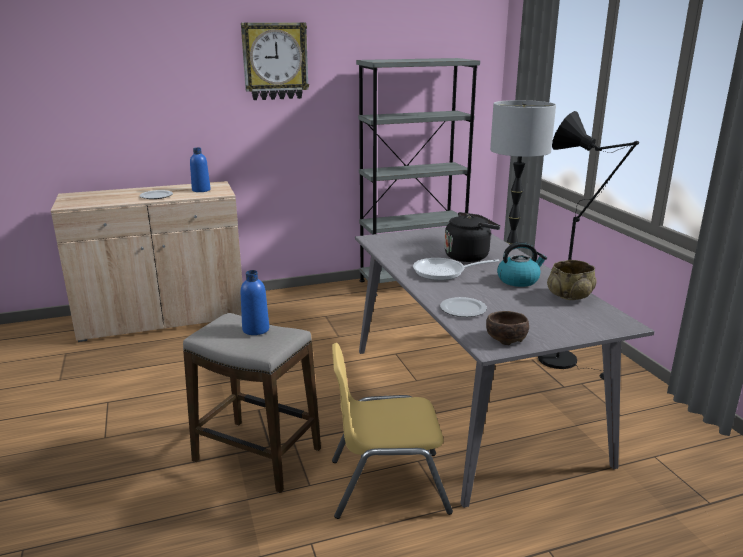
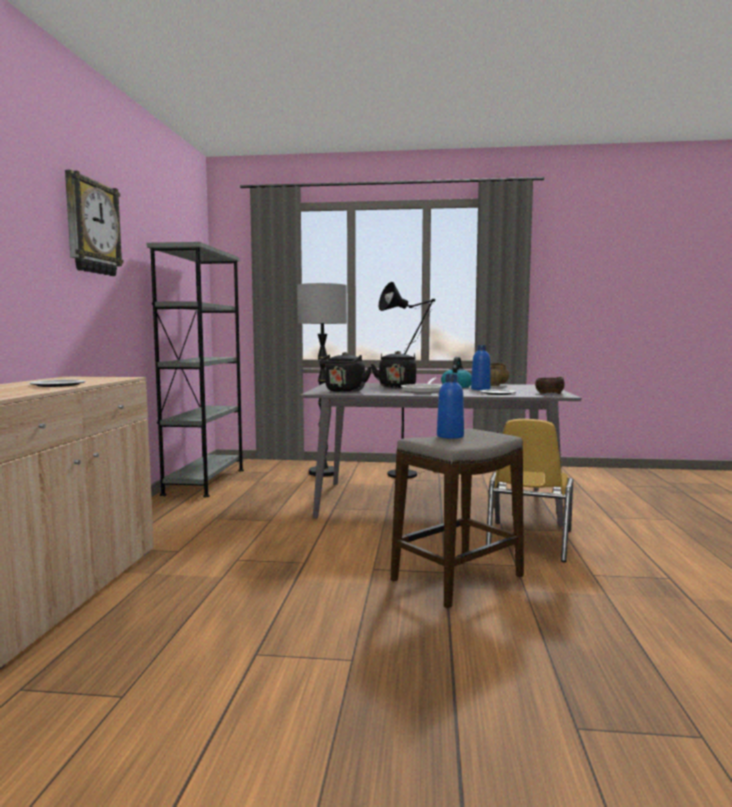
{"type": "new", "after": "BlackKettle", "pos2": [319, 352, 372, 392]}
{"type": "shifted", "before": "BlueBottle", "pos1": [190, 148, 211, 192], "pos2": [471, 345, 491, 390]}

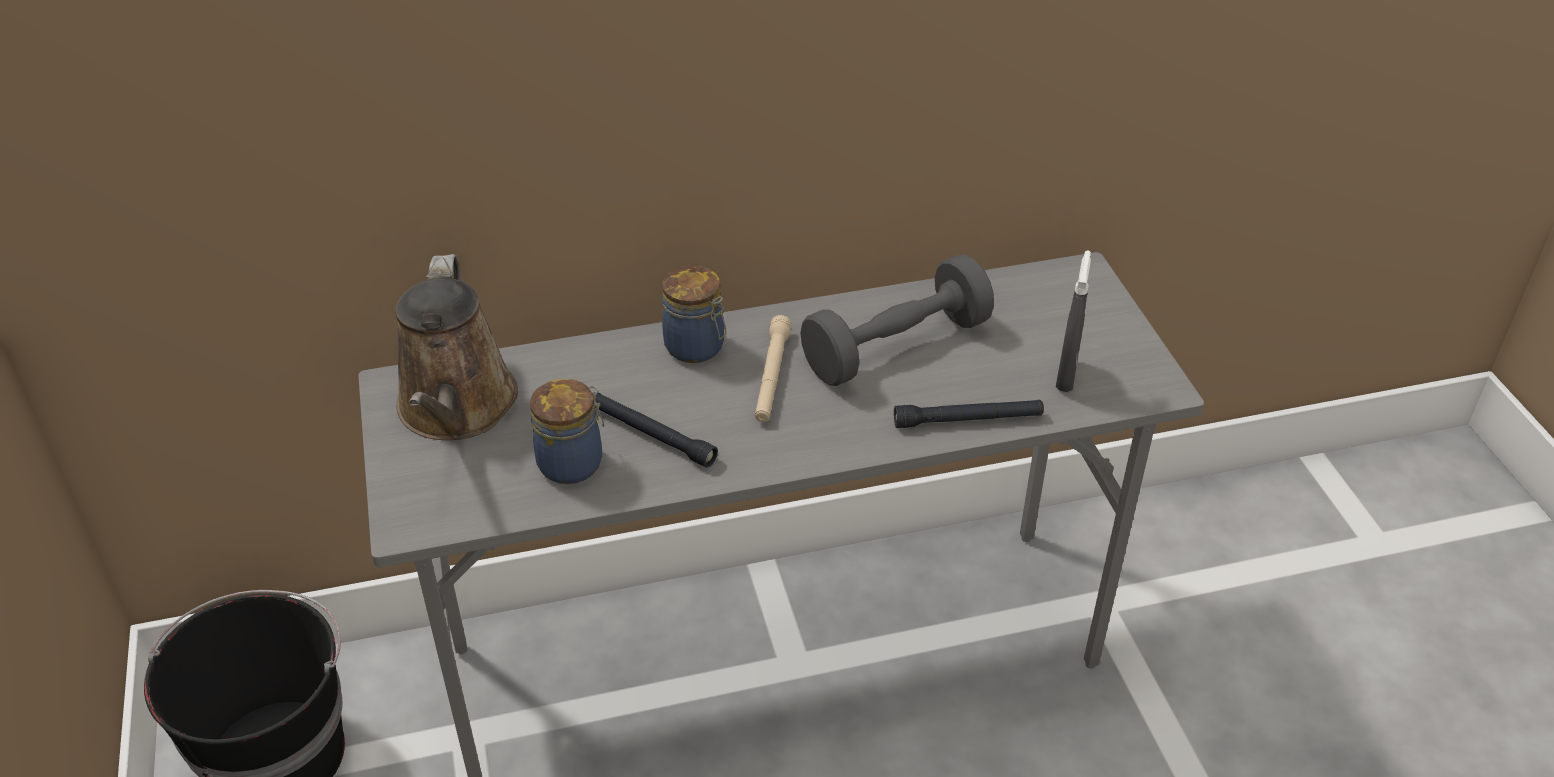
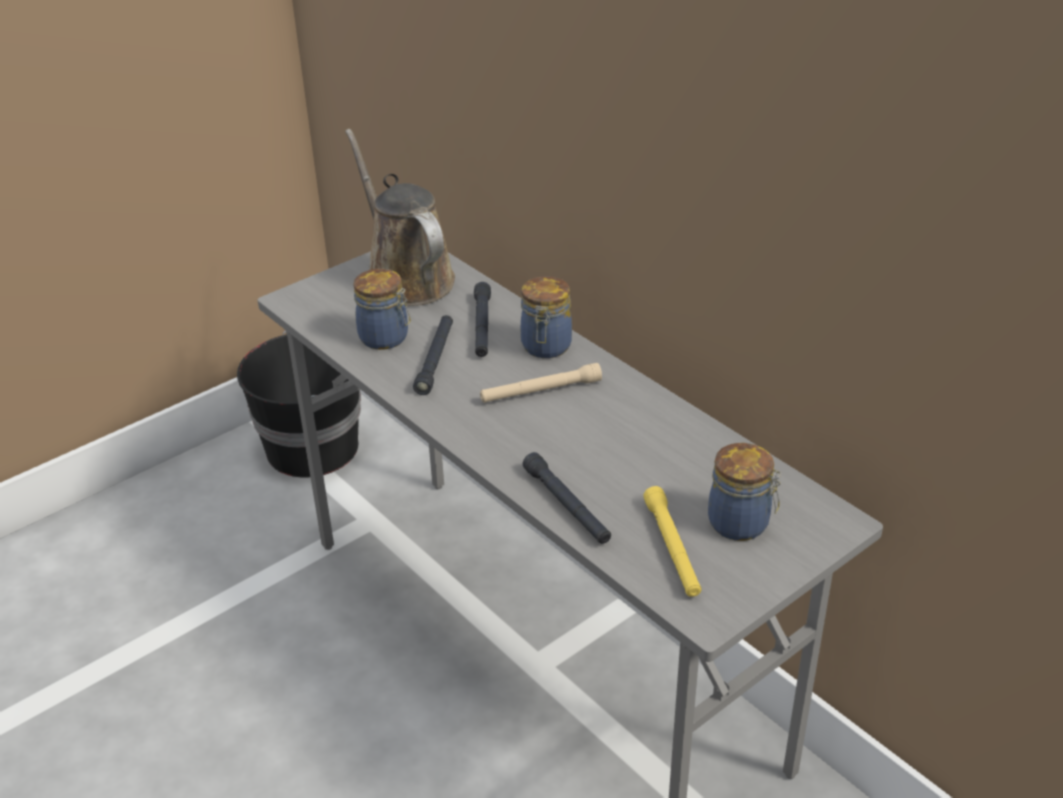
{"type": "rotated", "before": "BrownWateringCan", "pos1": [395, 254, 518, 440], "pos2": [345, 129, 455, 306], "turn": 90}
{"type": "new", "after": "BlackFlashlight", "pos2": [474, 282, 491, 357]}
{"type": "swapped", "before": "GreySprayBottle", "after": "YellowFlashlight", "pos1": [1056, 250, 1091, 392], "pos2": [643, 486, 702, 597]}
{"type": "new", "after": "Jar", "pos2": [708, 443, 781, 541]}
{"type": "gone", "before": "GreyDumbbell", "pos1": [800, 255, 994, 386]}

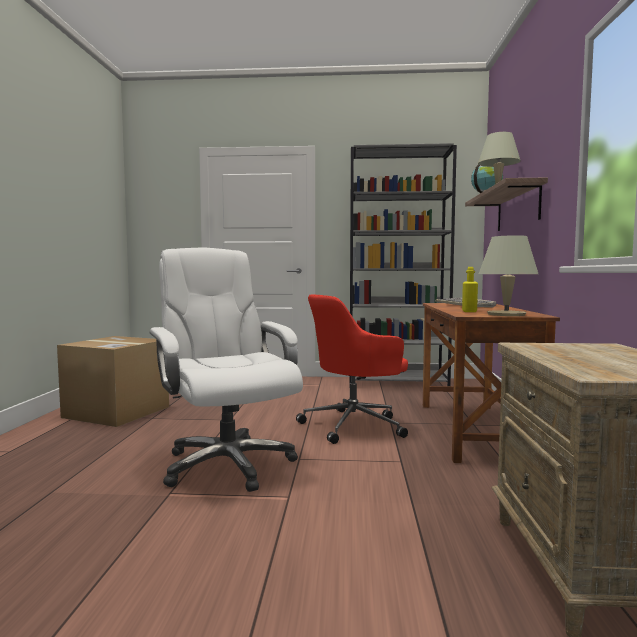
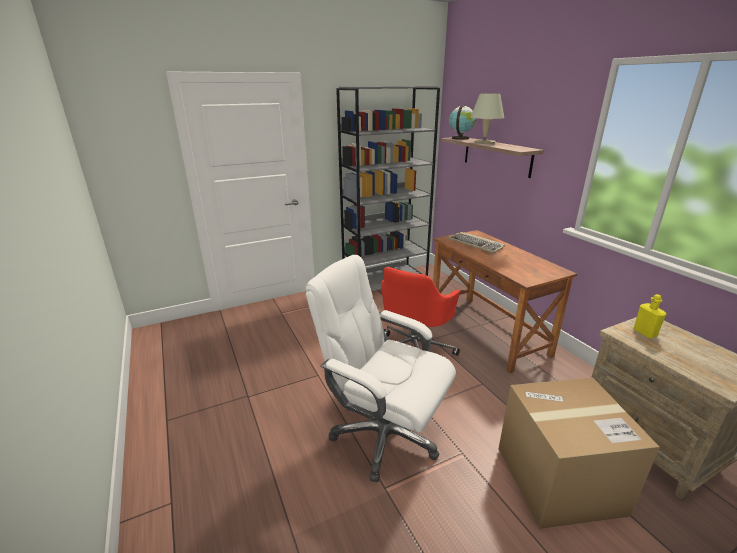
{"type": "shifted", "before": "CardboardBox", "pos1": [57, 336, 169, 427], "pos2": [499, 377, 660, 529]}
{"type": "shifted", "before": "YellowBottle", "pos1": [462, 267, 478, 312], "pos2": [633, 294, 666, 338]}
{"type": "gone", "before": "BeigeTableLamp", "pos1": [479, 235, 538, 316]}

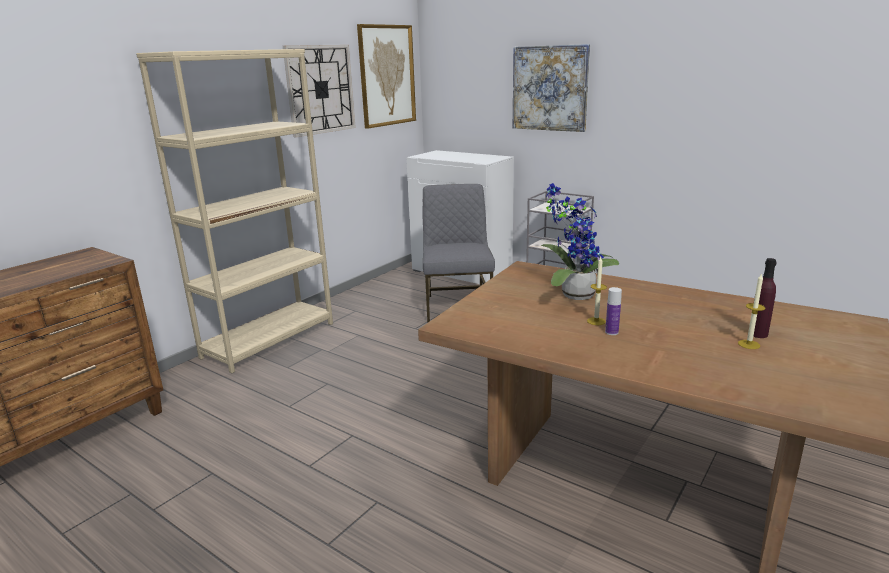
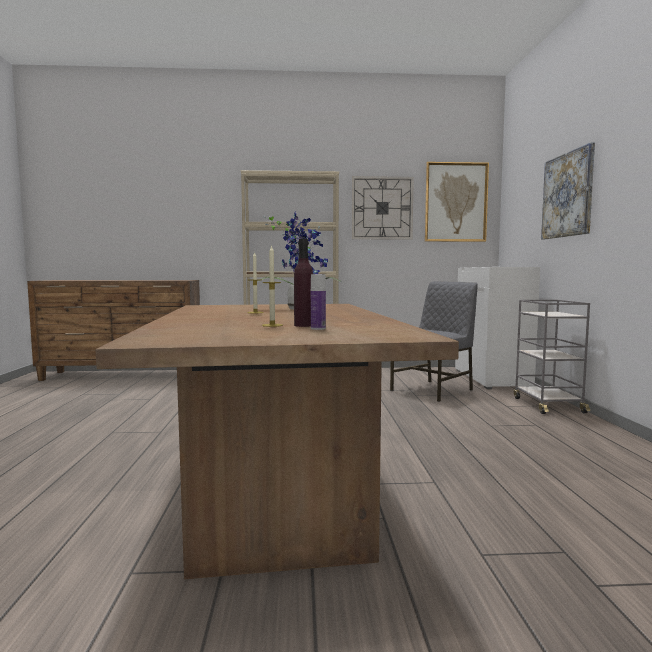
{"type": "shifted", "before": "Bottle", "pos1": [605, 287, 622, 335], "pos2": [311, 274, 326, 330]}

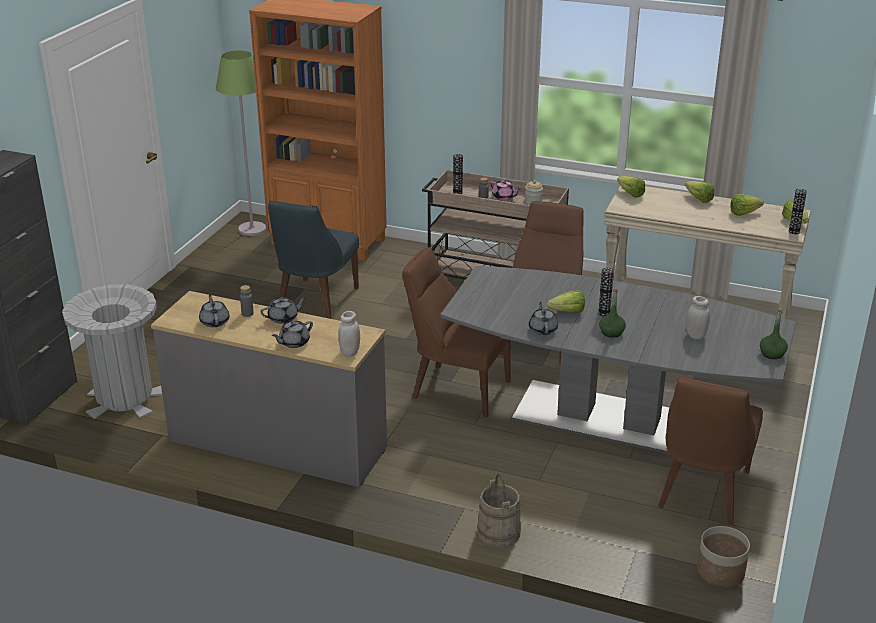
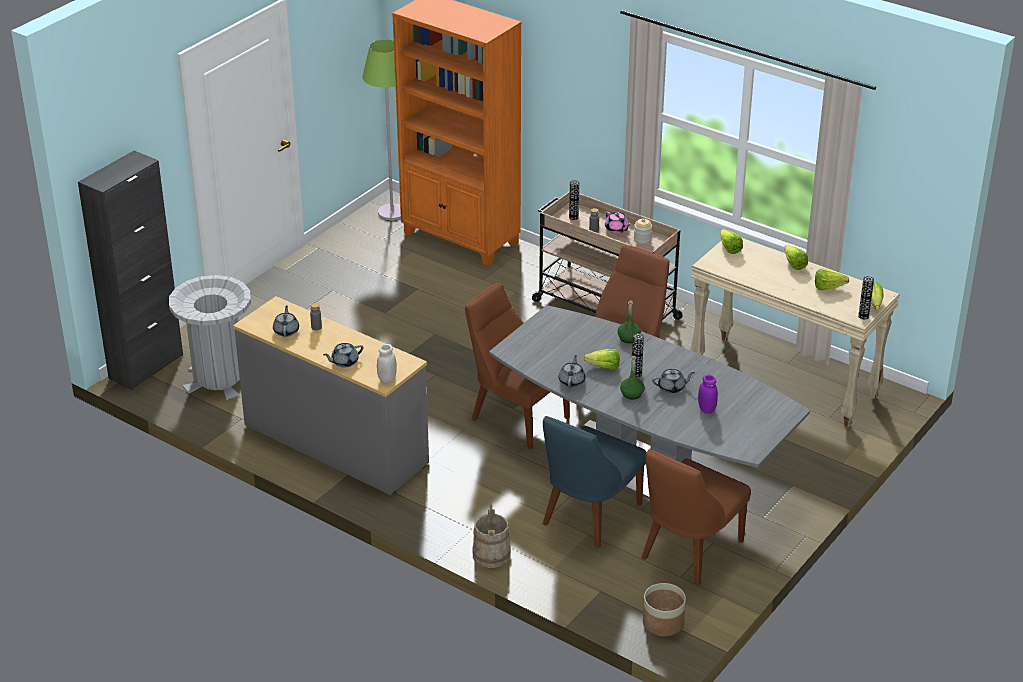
{"type": "shifted", "before": "BlueChair", "pos1": [268, 201, 359, 319], "pos2": [543, 416, 647, 548]}
{"type": "shifted", "before": "GreenBottle", "pos1": [760, 308, 788, 359], "pos2": [617, 300, 641, 343]}
{"type": "shifted", "before": "GreyTeapot", "pos1": [260, 297, 306, 324], "pos2": [652, 369, 695, 394]}
{"type": "repainted", "before": "WhiteJar", "after": "PurpleJar", "pos1": [686, 296, 710, 339], "pos2": [698, 374, 718, 414]}

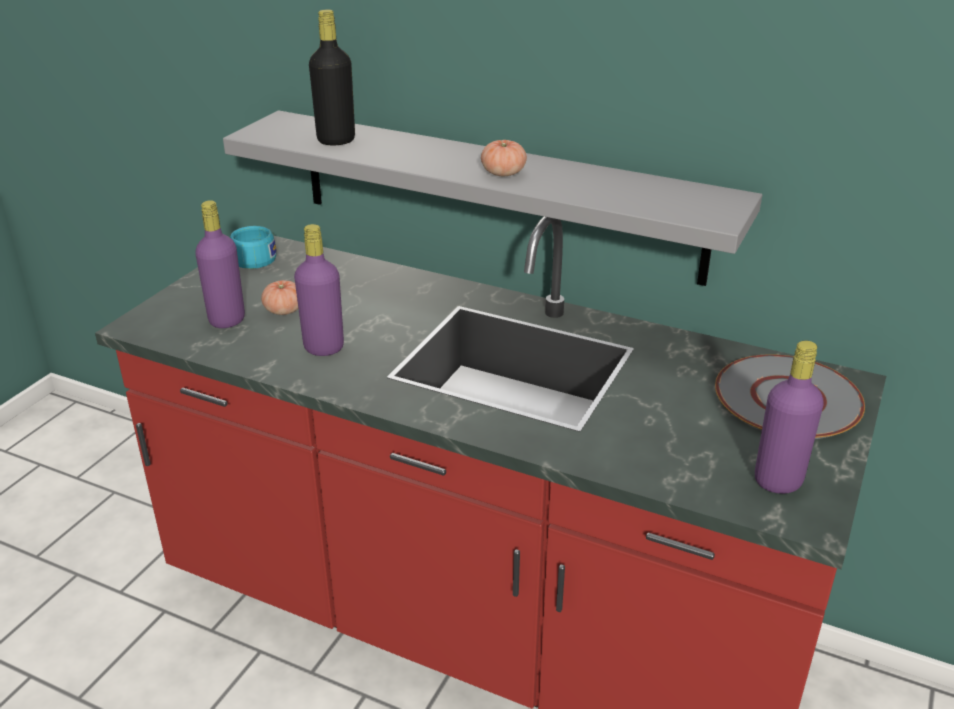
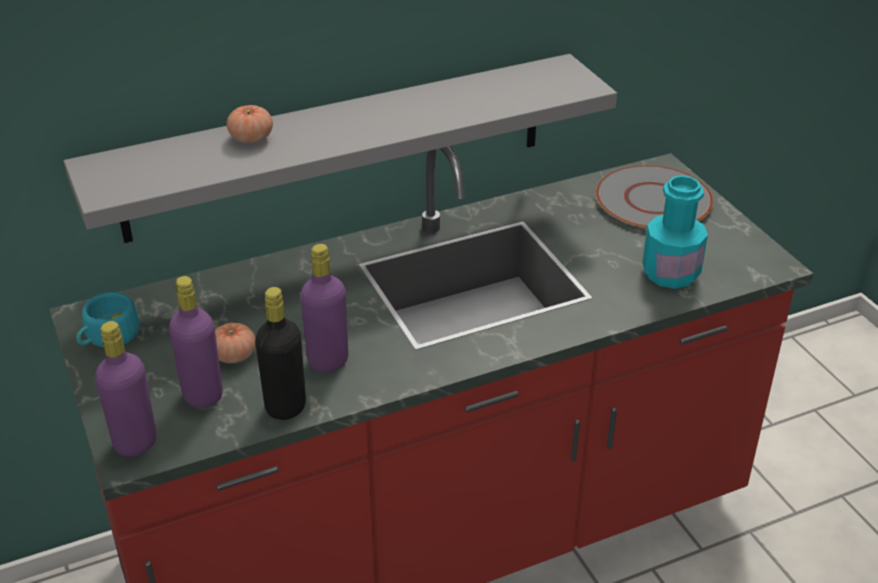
{"type": "shifted", "before": "PurpleBottle", "pos1": [755, 341, 824, 494], "pos2": [95, 321, 156, 457]}
{"type": "shifted", "before": "Tomato", "pos1": [481, 140, 527, 176], "pos2": [226, 105, 273, 143]}
{"type": "shifted", "before": "BlackBottle", "pos1": [309, 9, 355, 145], "pos2": [255, 287, 306, 420]}
{"type": "new", "after": "TurquoiseBottle", "pos2": [642, 175, 708, 289]}

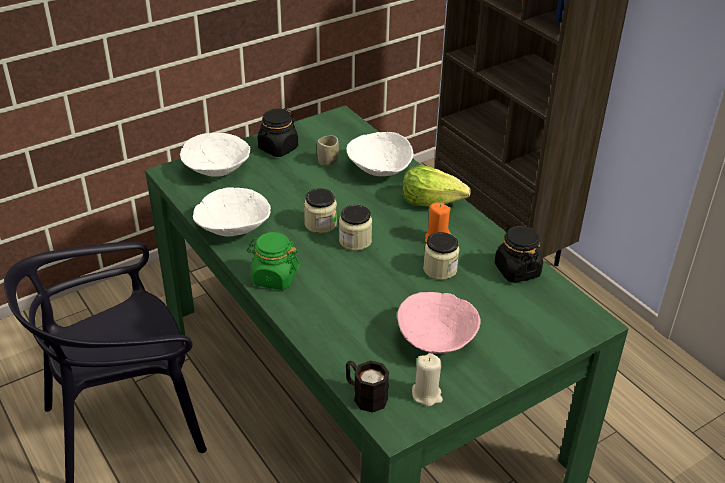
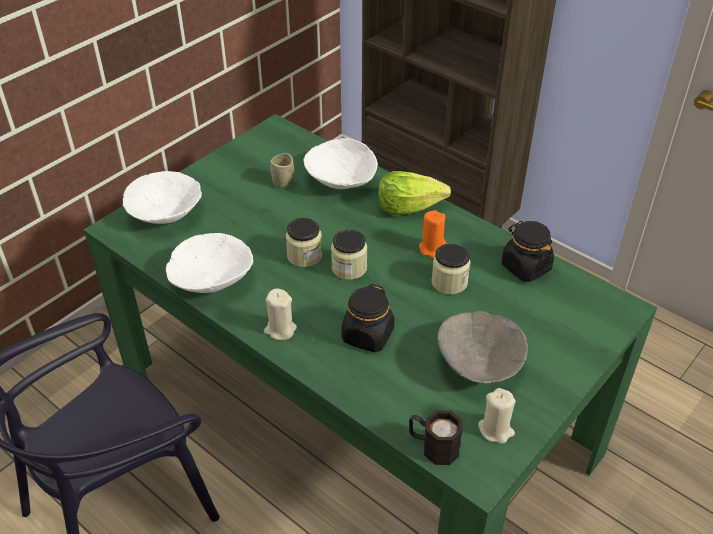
{"type": "swapped", "before": "GreenJar", "after": "BeigeCandle", "pos1": [247, 232, 300, 290], "pos2": [264, 288, 297, 340]}
{"type": "shifted", "before": "BlackJar", "pos1": [258, 108, 298, 157], "pos2": [342, 284, 394, 353]}
{"type": "repainted", "before": "PinkBowl", "after": "GreyBowl", "pos1": [397, 292, 480, 354], "pos2": [438, 311, 528, 384]}

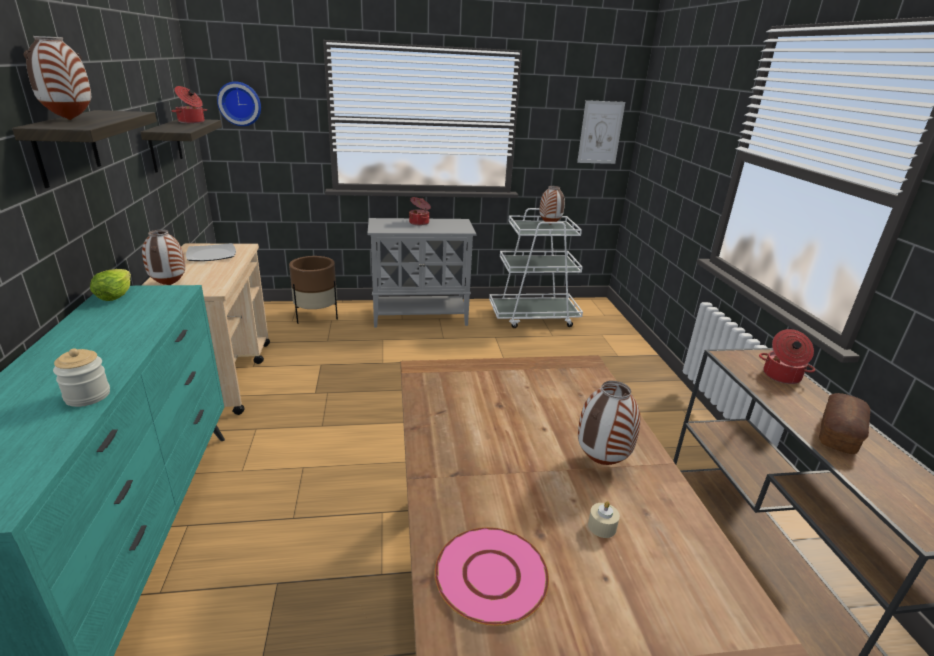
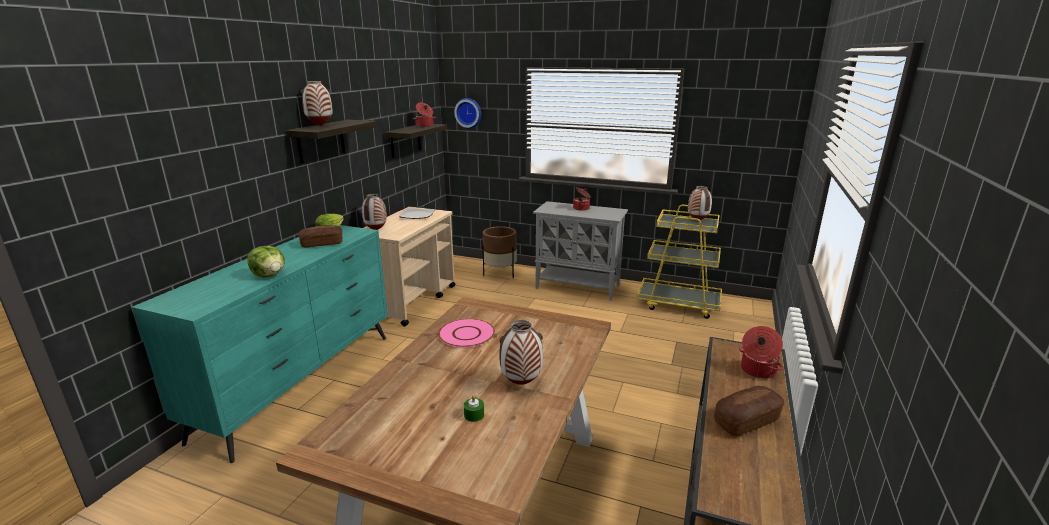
{"type": "swapped", "before": "Jar", "after": "Lettuce", "pos1": [53, 348, 110, 407], "pos2": [247, 246, 285, 278]}
{"type": "new", "after": "Bread", "pos2": [298, 225, 343, 247]}
{"type": "shifted", "before": "PinkPlate", "pos1": [435, 527, 549, 626], "pos2": [438, 319, 495, 348]}
{"type": "repainted", "before": "BeigeCandle", "after": "GreenCandle", "pos1": [588, 501, 620, 538], "pos2": [464, 395, 484, 422]}
{"type": "repainted", "before": "WhiteCart", "after": "YellowCart", "pos1": [489, 208, 583, 328], "pos2": [636, 205, 722, 319]}
{"type": "gone", "before": "Picture", "pos1": [577, 100, 625, 164]}

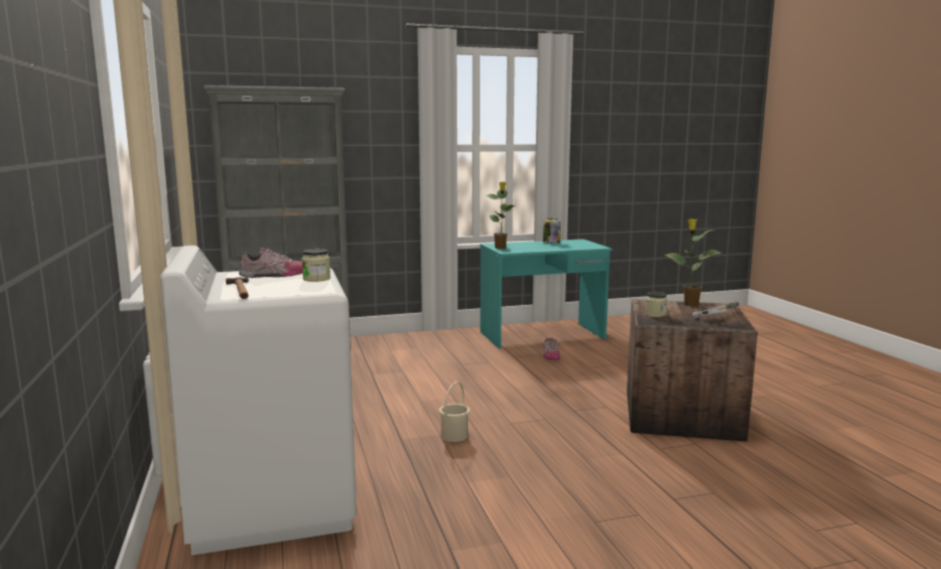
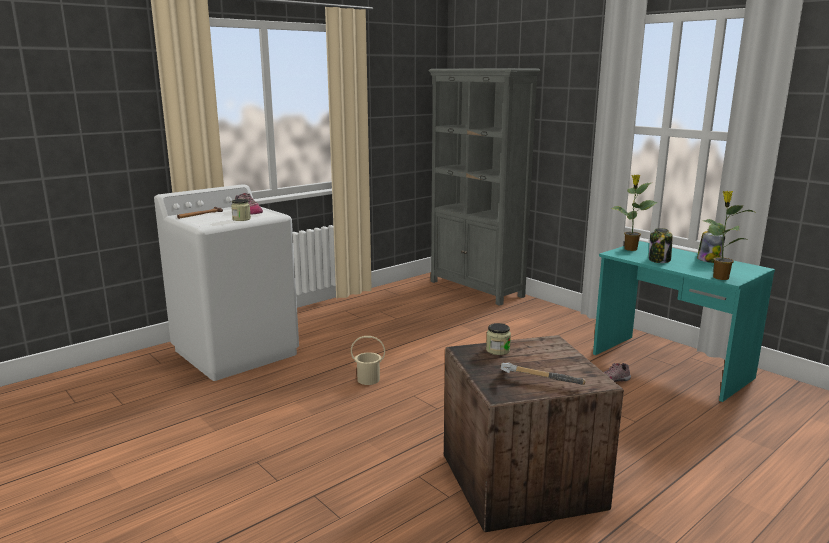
{"type": "new", "after": "Jar", "pos2": [649, 228, 673, 263]}
{"type": "shifted", "before": "PottedPlant", "pos1": [665, 219, 721, 306], "pos2": [704, 191, 754, 280]}

